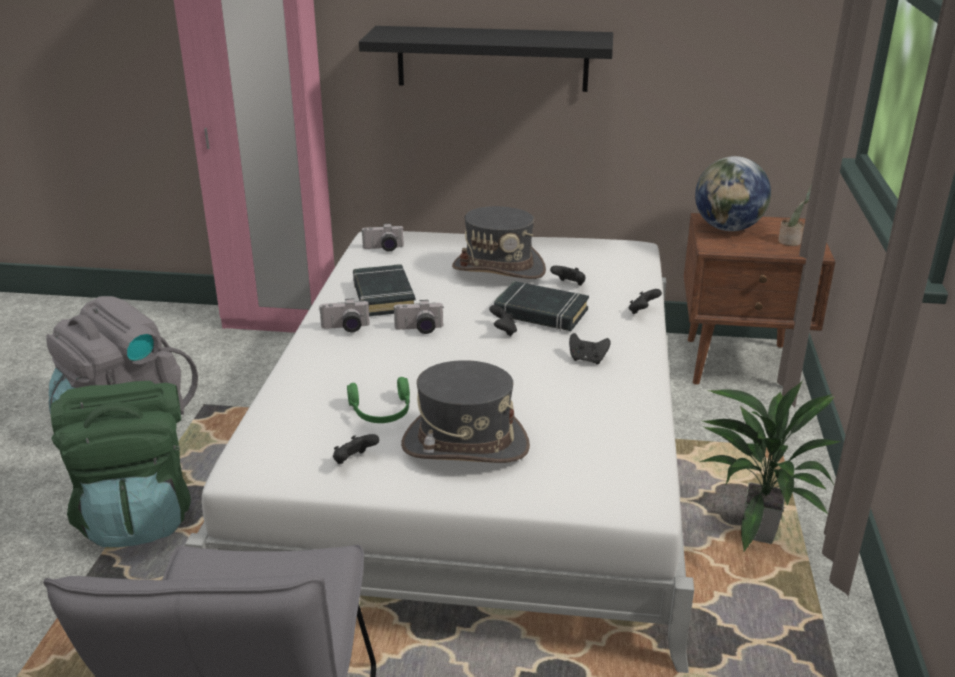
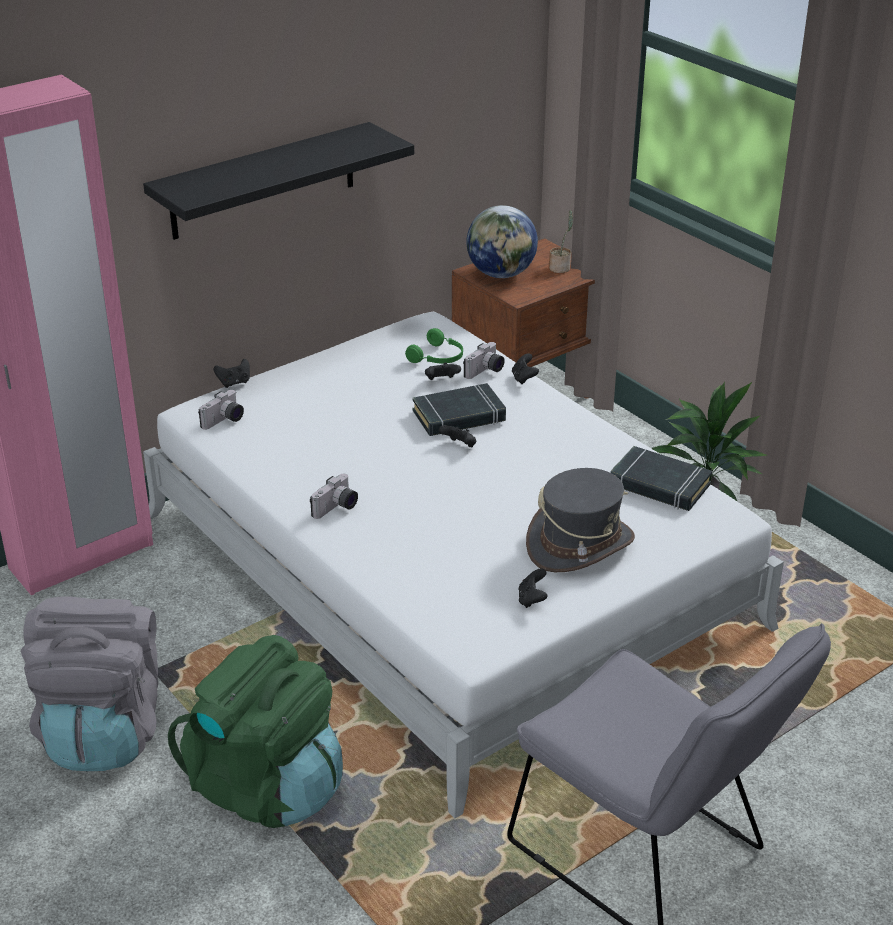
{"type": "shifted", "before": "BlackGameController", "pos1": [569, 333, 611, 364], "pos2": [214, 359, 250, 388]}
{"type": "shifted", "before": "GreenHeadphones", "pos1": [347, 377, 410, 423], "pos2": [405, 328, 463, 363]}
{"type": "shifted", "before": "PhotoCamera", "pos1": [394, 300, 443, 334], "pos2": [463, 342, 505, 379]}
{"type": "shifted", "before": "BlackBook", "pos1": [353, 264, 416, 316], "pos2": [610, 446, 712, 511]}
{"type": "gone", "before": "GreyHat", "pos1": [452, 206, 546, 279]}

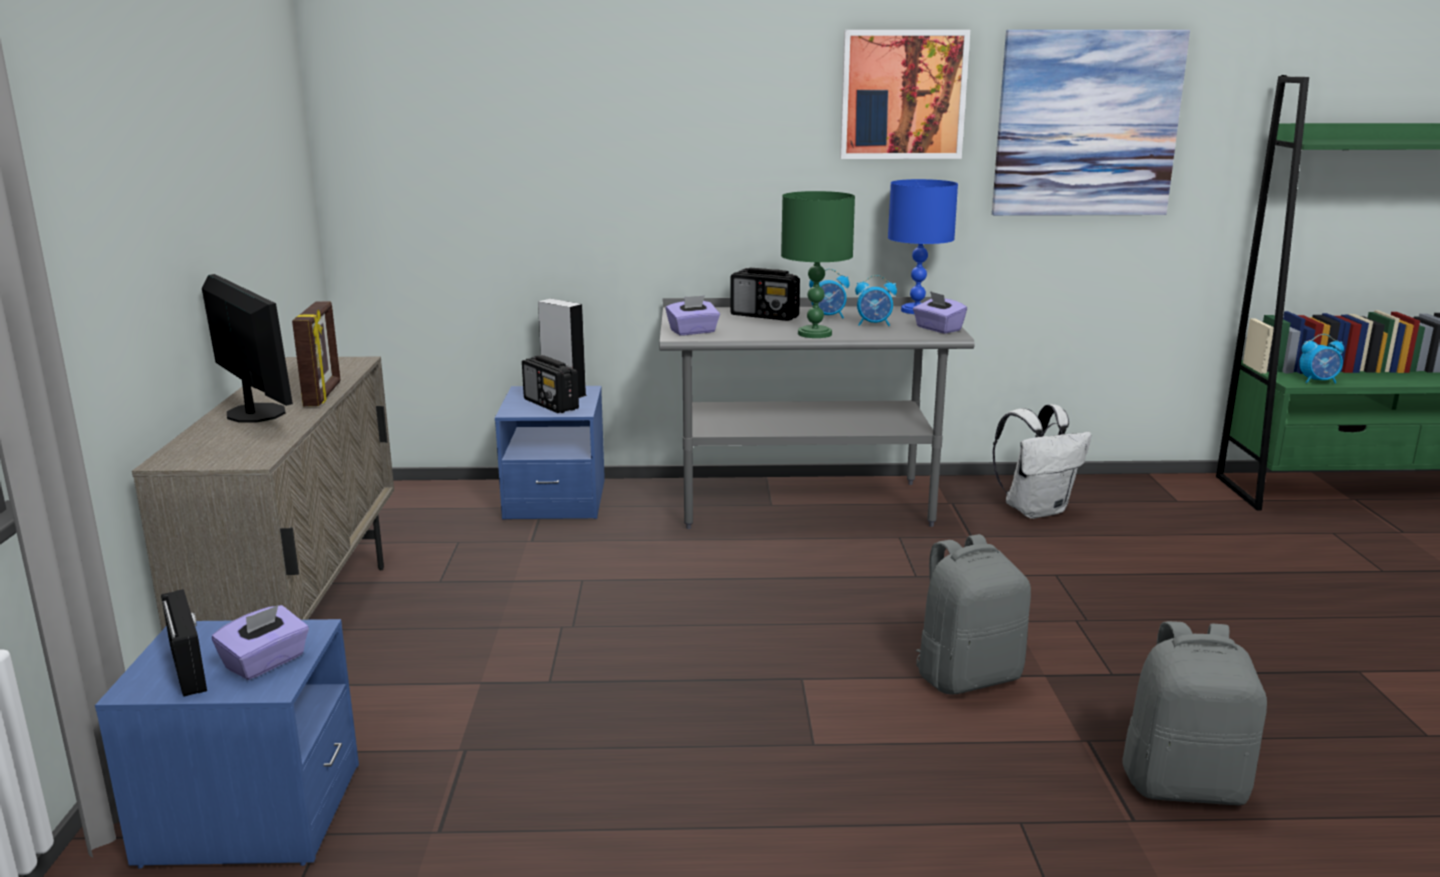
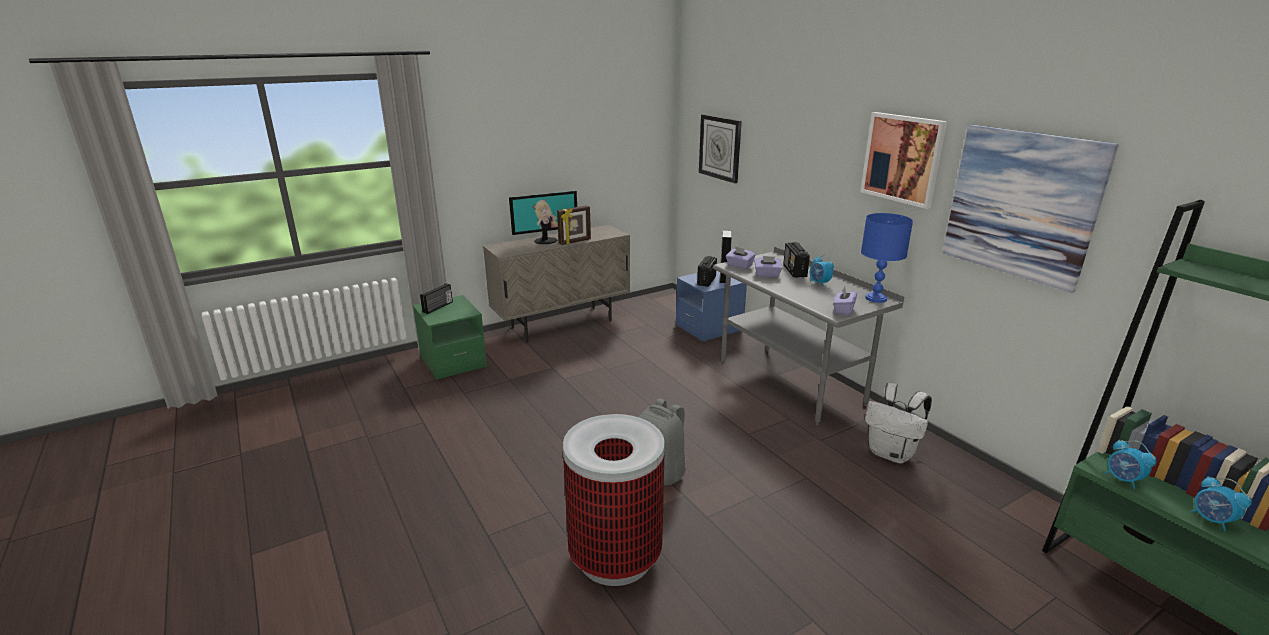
{"type": "repainted", "before": "BlueNightstand", "after": "GreenNightstand", "pos1": [95, 619, 359, 869], "pos2": [413, 295, 487, 380]}
{"type": "rotated", "before": "Monitor", "pos1": [202, 274, 293, 423], "pos2": [509, 191, 577, 244], "turn": 45}
{"type": "swapped", "before": "GreyBackpack", "after": "TrashCan", "pos1": [1122, 621, 1267, 805], "pos2": [563, 414, 665, 586]}
{"type": "new", "after": "WallClock", "pos2": [699, 114, 742, 183]}
{"type": "shifted", "before": "PurpleTissueBox", "pos1": [212, 605, 309, 680], "pos2": [754, 256, 782, 277]}
{"type": "shifted", "before": "AlarmClock", "pos1": [855, 275, 897, 326], "pos2": [1191, 476, 1252, 531]}
{"type": "gone", "before": "GreenTableLamp", "pos1": [781, 191, 855, 338]}

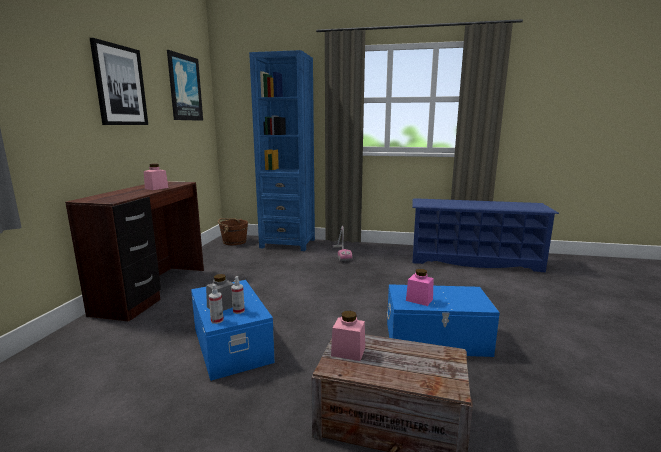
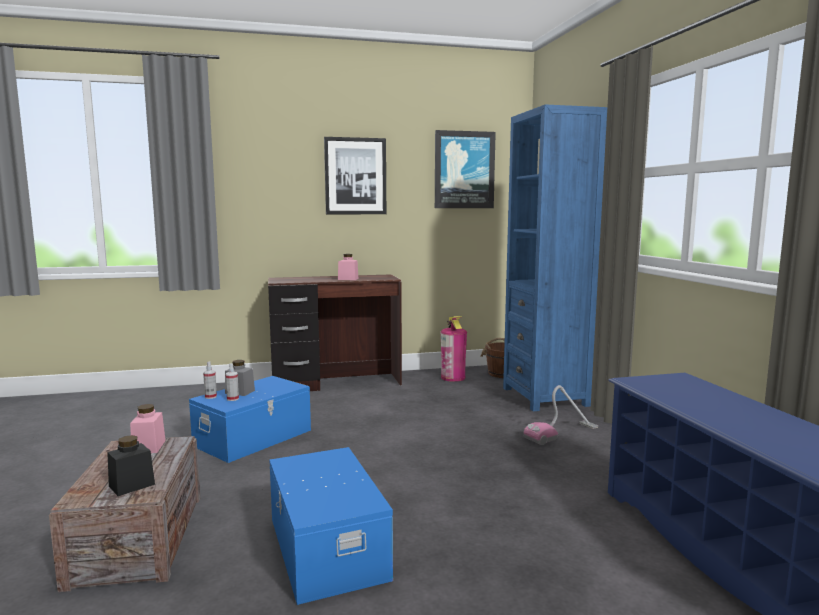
{"type": "new", "after": "BlackJar", "pos2": [107, 435, 155, 496]}
{"type": "new", "after": "FireExtinguisher", "pos2": [441, 316, 467, 382]}
{"type": "gone", "before": "PinkJar", "pos1": [406, 269, 434, 306]}

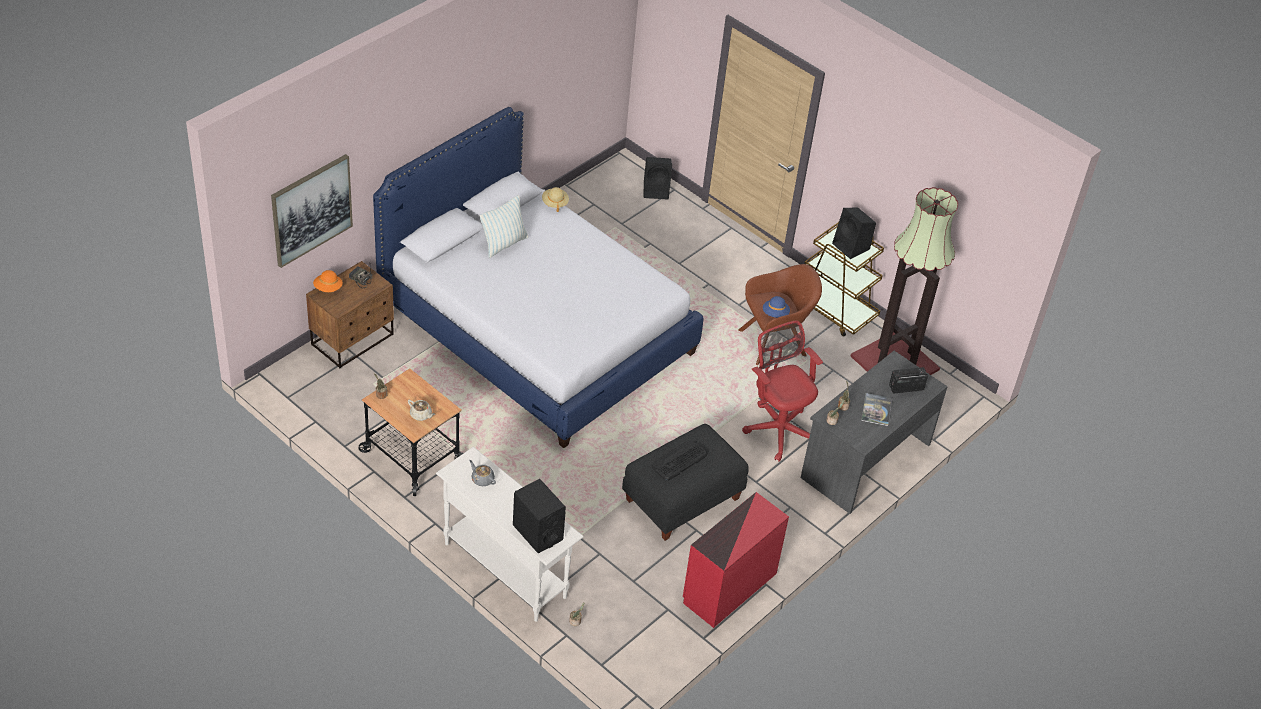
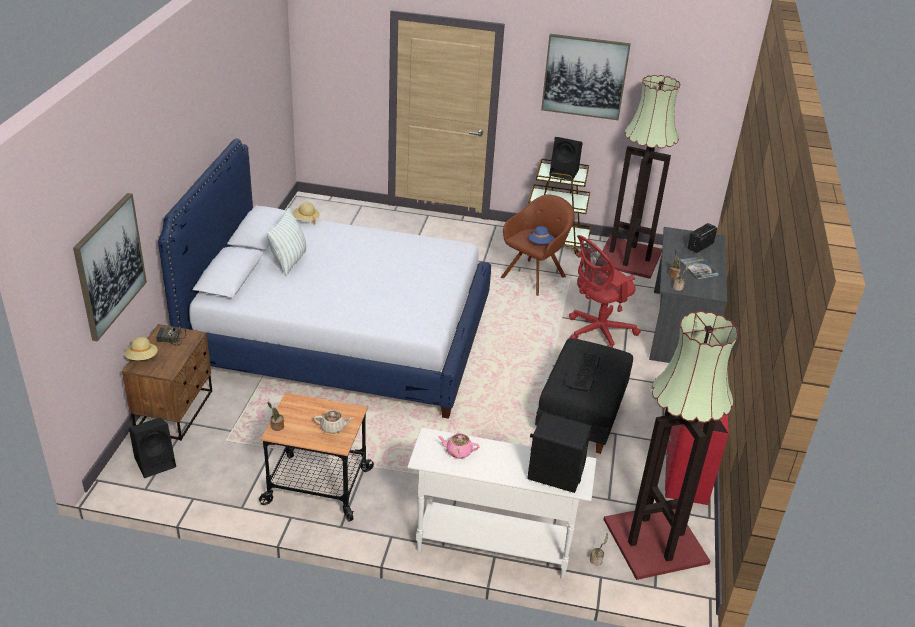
{"type": "repainted", "before": "OrangeHat", "after": "BeigeHat", "pos1": [313, 270, 343, 292], "pos2": [124, 337, 158, 360]}
{"type": "shifted", "before": "BlackSpeaker", "pos1": [644, 157, 672, 199], "pos2": [129, 417, 176, 478]}
{"type": "repainted", "before": "GreyTeapot", "after": "PinkTeapot", "pos1": [469, 460, 496, 486], "pos2": [438, 433, 480, 458]}
{"type": "new", "after": "Picture", "pos2": [541, 34, 631, 120]}
{"type": "rotated", "before": "RedOfficeChair", "pos1": [742, 321, 823, 462], "pos2": [569, 235, 641, 348], "turn": -60}
{"type": "new", "after": "FloorLamp", "pos2": [603, 311, 738, 580]}

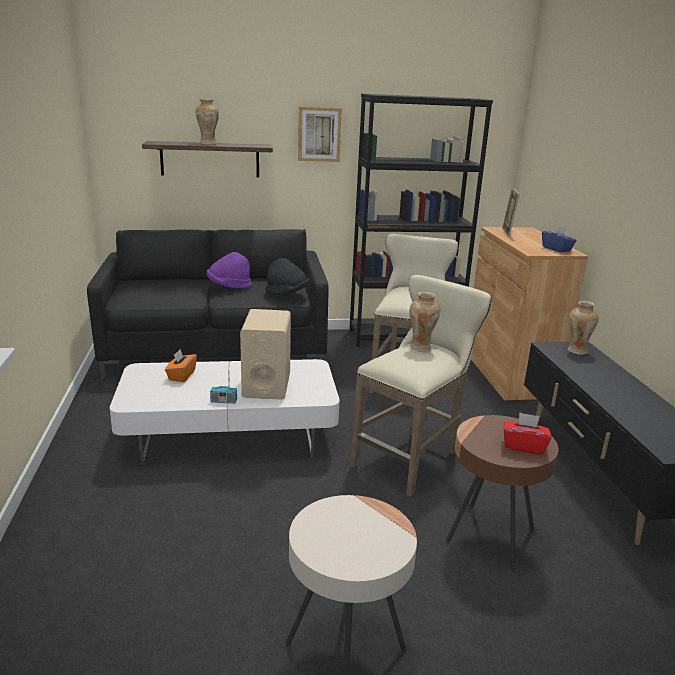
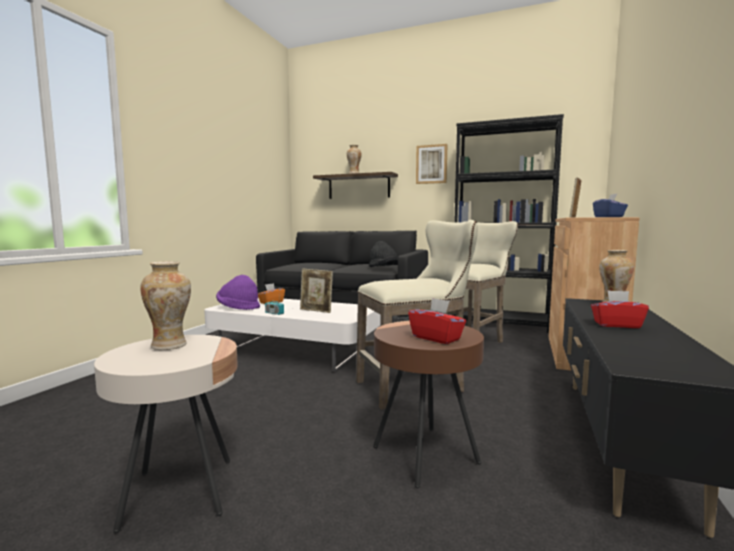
{"type": "shifted", "before": "Vase", "pos1": [409, 292, 440, 352], "pos2": [140, 261, 191, 350]}
{"type": "shifted", "before": "PurpleHat", "pos1": [206, 252, 251, 289], "pos2": [216, 275, 260, 310]}
{"type": "swapped", "before": "BeigeSpeaker", "after": "PictureFrame", "pos1": [240, 309, 291, 400], "pos2": [300, 268, 333, 313]}
{"type": "new", "after": "RedTissueBox", "pos2": [591, 290, 649, 328]}

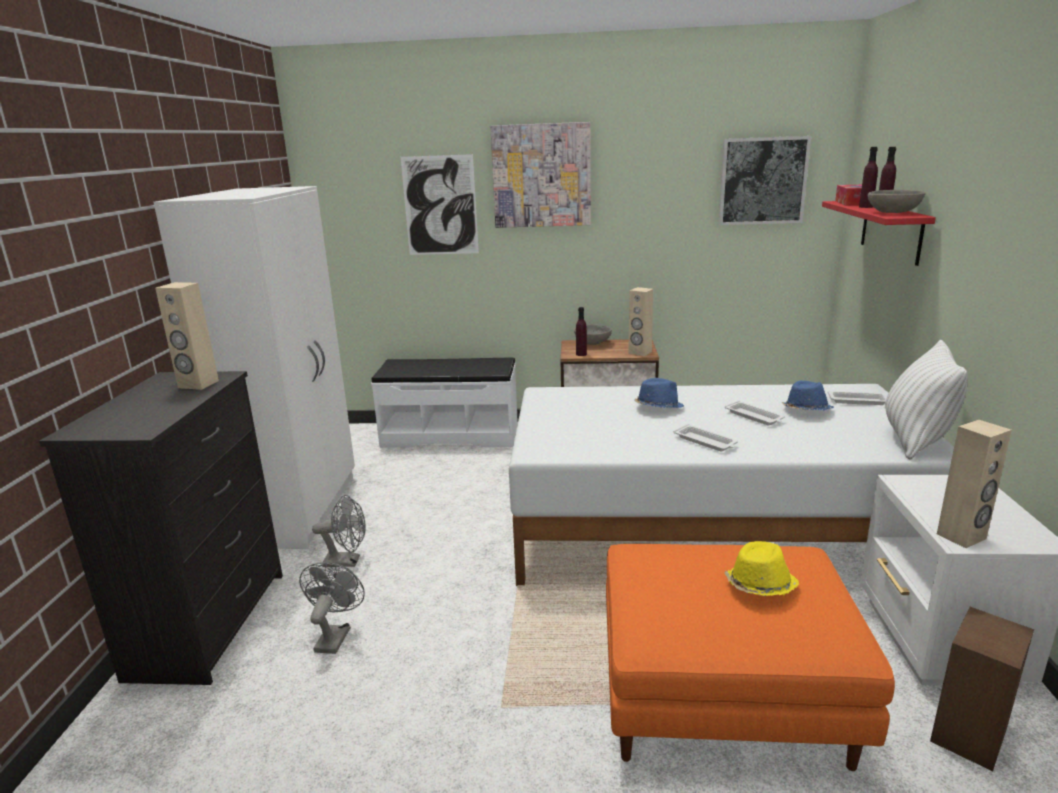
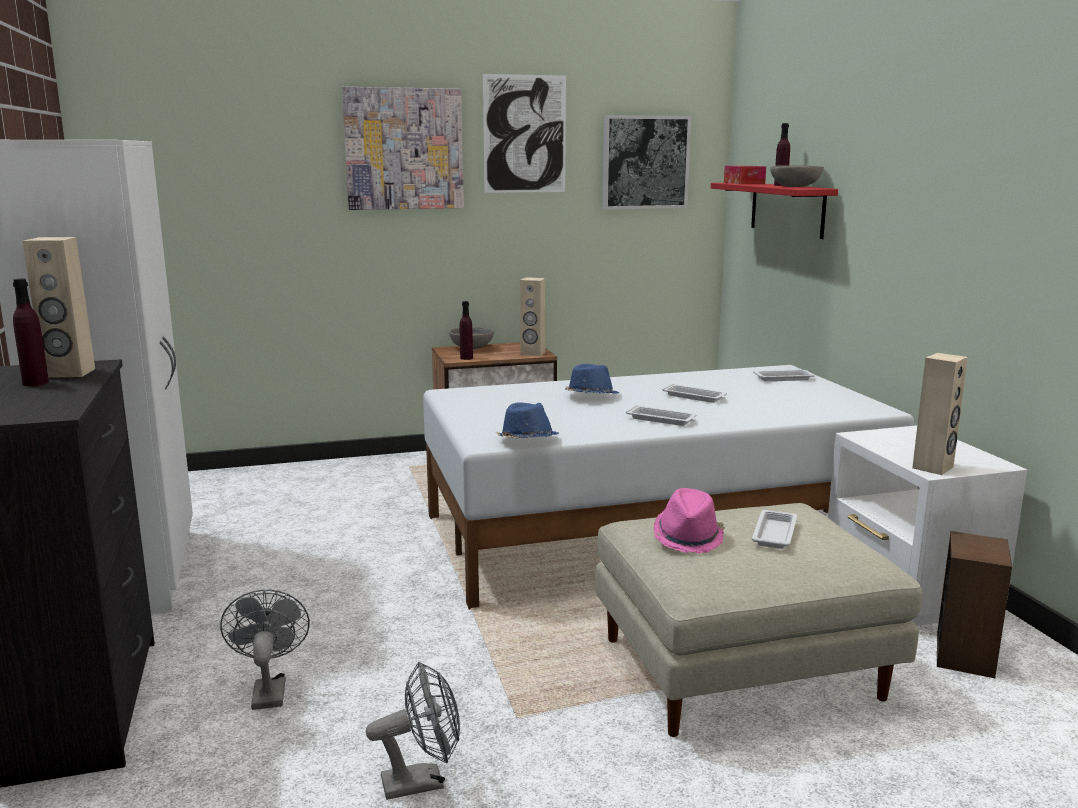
{"type": "shifted", "before": "PurpleBottle", "pos1": [859, 147, 878, 208], "pos2": [13, 279, 49, 386]}
{"type": "shifted", "before": "GreyFan", "pos1": [312, 495, 366, 567], "pos2": [366, 662, 460, 800]}
{"type": "shifted", "before": "Picture", "pos1": [401, 154, 479, 255], "pos2": [483, 74, 566, 193]}
{"type": "shifted", "before": "BlueHat", "pos1": [782, 381, 833, 410], "pos2": [496, 403, 559, 438]}
{"type": "repainted", "before": "OrangeOttoman", "after": "BeigeOttoman", "pos1": [606, 544, 895, 771], "pos2": [595, 503, 922, 737]}
{"type": "new", "after": "PinkHat", "pos2": [654, 488, 725, 553]}
{"type": "swapped", "before": "YellowHat", "after": "WhiteTray", "pos1": [724, 541, 799, 596], "pos2": [752, 510, 797, 549]}
{"type": "gone", "before": "WhiteBench", "pos1": [371, 357, 518, 448]}
{"type": "gone", "before": "WhitePillow", "pos1": [885, 340, 967, 460]}

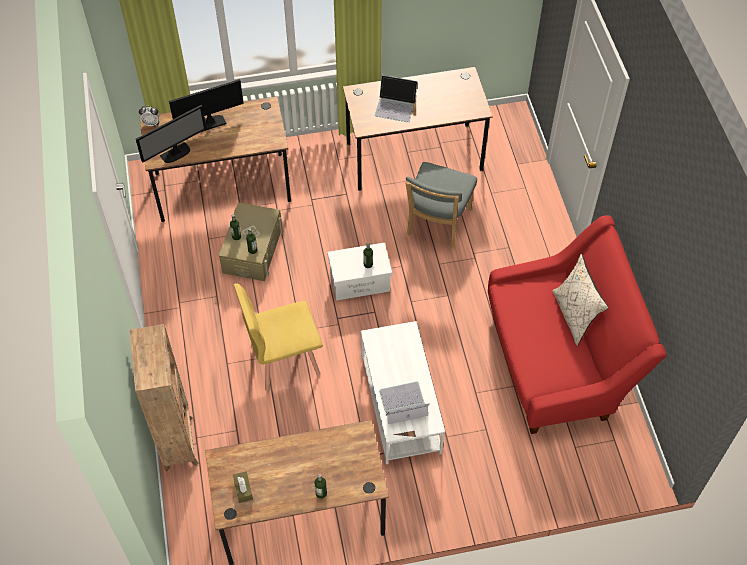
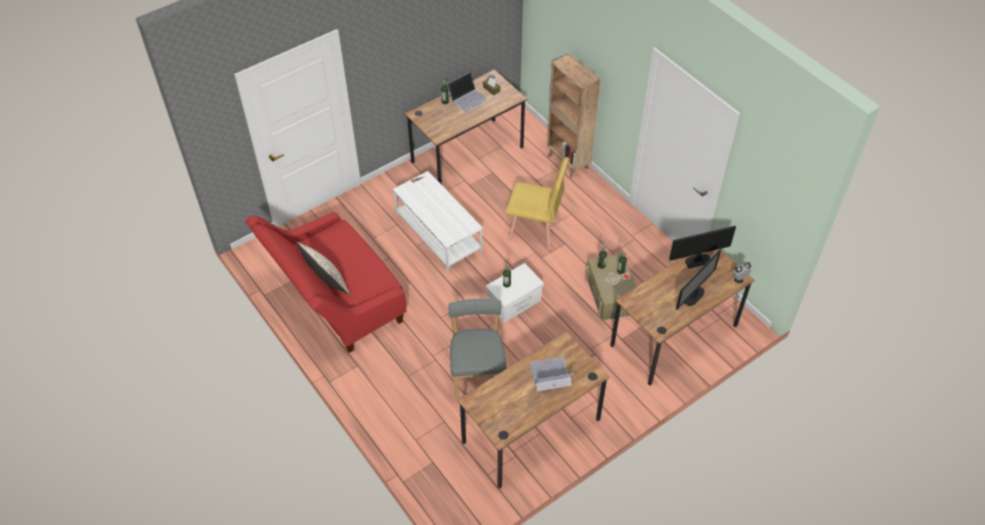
{"type": "shifted", "before": "Laptop", "pos1": [379, 382, 430, 424], "pos2": [447, 72, 487, 112]}
{"type": "rotated", "before": "YellowChair", "pos1": [234, 283, 323, 391], "pos2": [505, 157, 569, 250], "turn": 60}
{"type": "rotated", "before": "Monitor", "pos1": [136, 105, 207, 163], "pos2": [669, 226, 736, 268], "turn": 45}

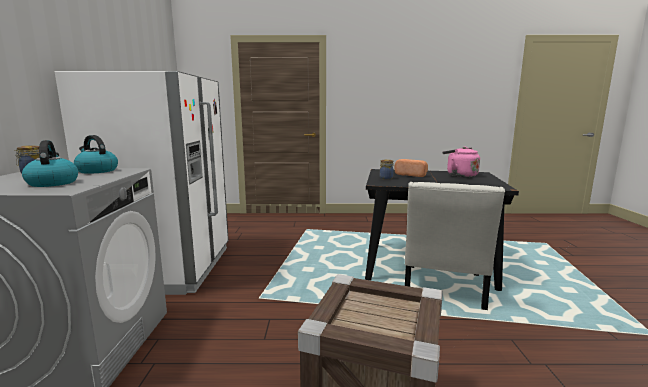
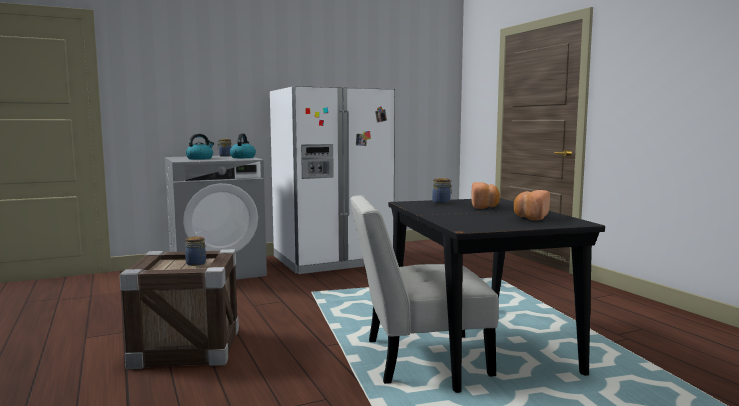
{"type": "new", "after": "Jar", "pos2": [185, 236, 206, 266]}
{"type": "swapped", "before": "PinkKettle", "after": "Bread", "pos1": [443, 146, 480, 177], "pos2": [514, 190, 550, 220]}

